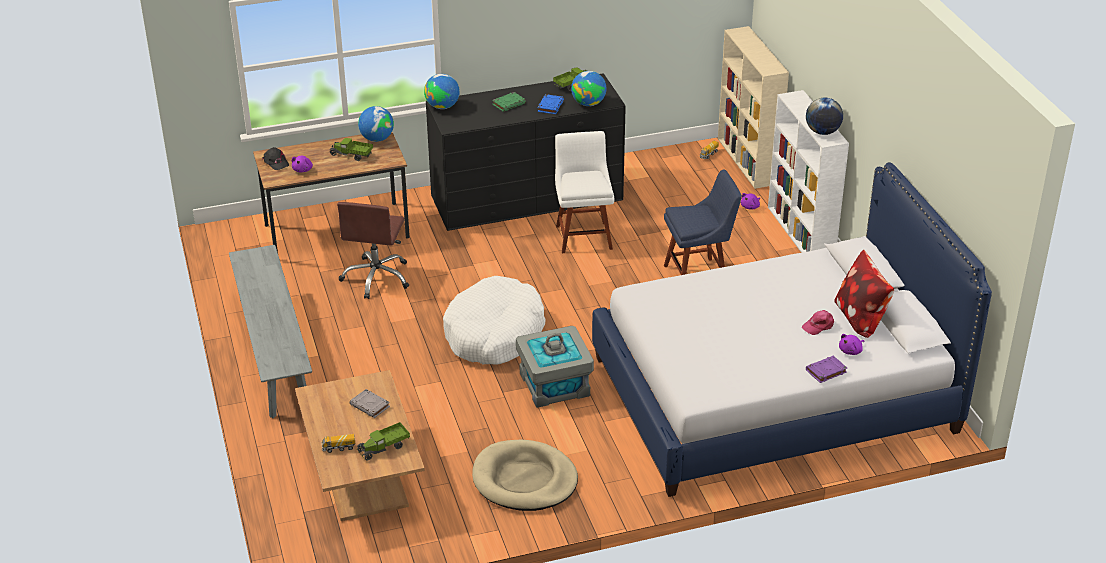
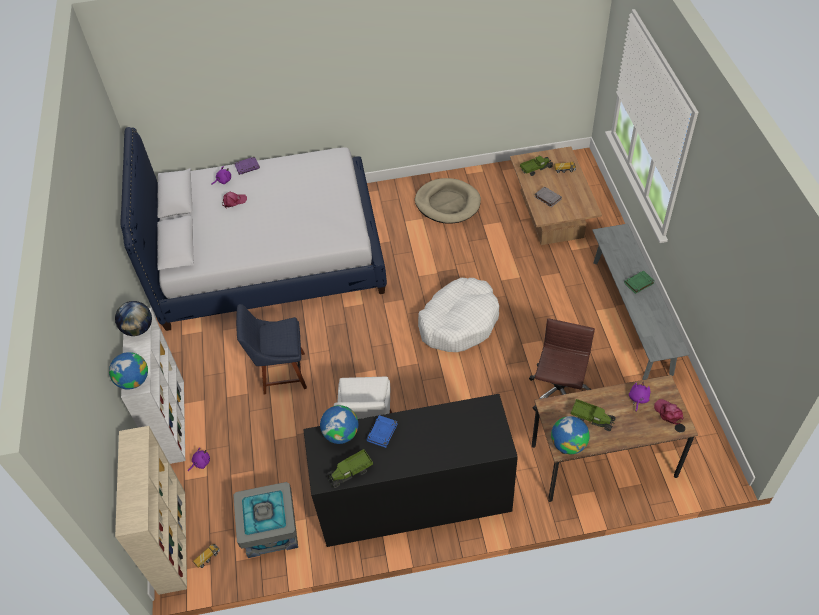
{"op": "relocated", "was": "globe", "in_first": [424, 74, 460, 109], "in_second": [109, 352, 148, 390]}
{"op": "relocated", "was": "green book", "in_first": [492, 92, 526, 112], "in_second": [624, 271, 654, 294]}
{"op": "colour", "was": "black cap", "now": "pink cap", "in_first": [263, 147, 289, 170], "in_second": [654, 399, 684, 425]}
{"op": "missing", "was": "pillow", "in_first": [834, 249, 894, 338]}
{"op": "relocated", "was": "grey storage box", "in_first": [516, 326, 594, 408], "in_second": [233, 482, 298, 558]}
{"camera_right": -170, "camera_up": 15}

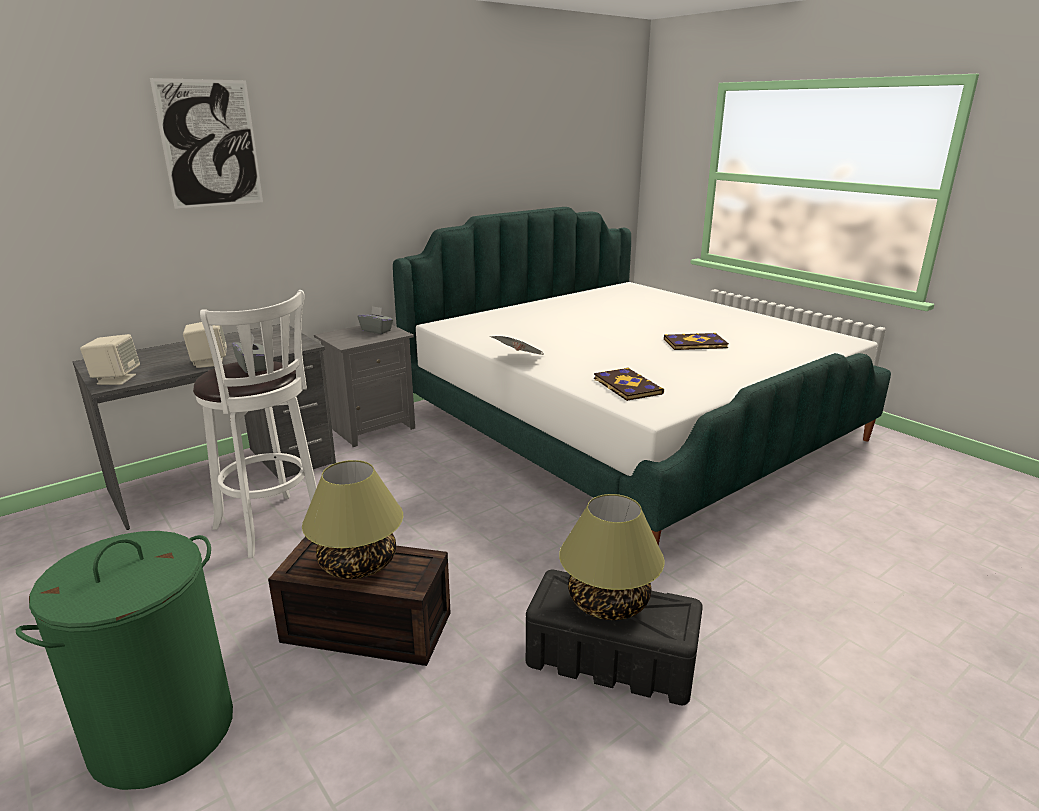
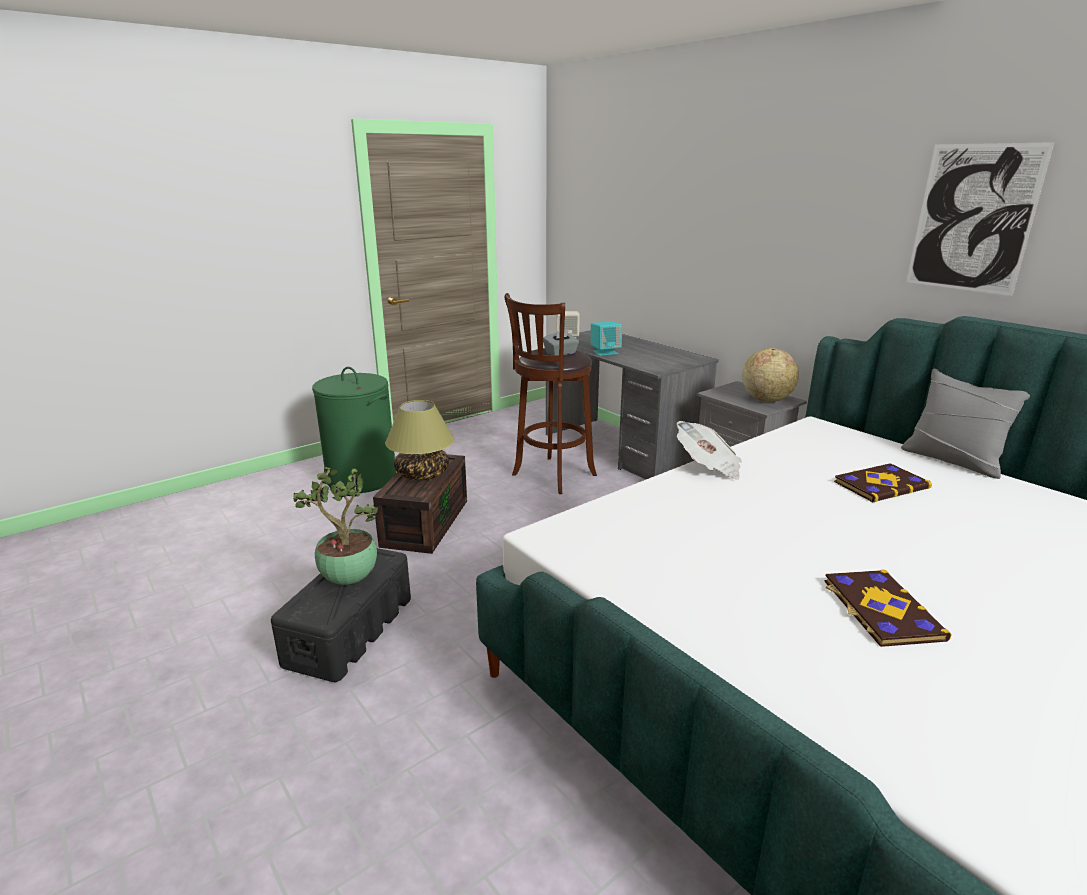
{"op": "relocated", "was": "picture", "in_first": [150, 78, 263, 209], "in_second": [906, 142, 1054, 296]}
{"op": "colour", "was": "white stool", "now": "brown stool", "in_first": [193, 290, 317, 558], "in_second": [505, 293, 597, 494]}
{"op": "exchanged", "was": "grey tissue box", "now": "globe", "in_first": [358, 306, 393, 334], "in_second": [742, 348, 799, 402]}
{"op": "colour", "was": "beige speaker", "now": "turquoise speaker", "in_first": [183, 322, 227, 368], "in_second": [591, 321, 622, 356]}
{"op": "relocated", "was": "book", "in_first": [594, 368, 664, 401], "in_second": [834, 463, 932, 502]}
{"op": "exchanged", "was": "table lamp", "now": "potted plant", "in_first": [559, 494, 664, 620], "in_second": [294, 467, 378, 585]}
{"op": "appeared", "now": "grey pillow", "in_second": [901, 369, 1030, 479]}
{"camera_right": 90, "camera_up": 0}

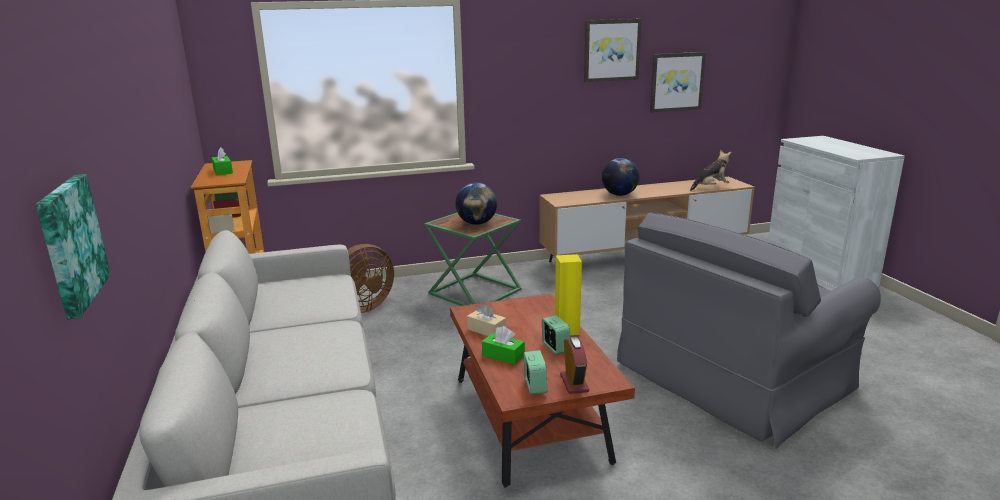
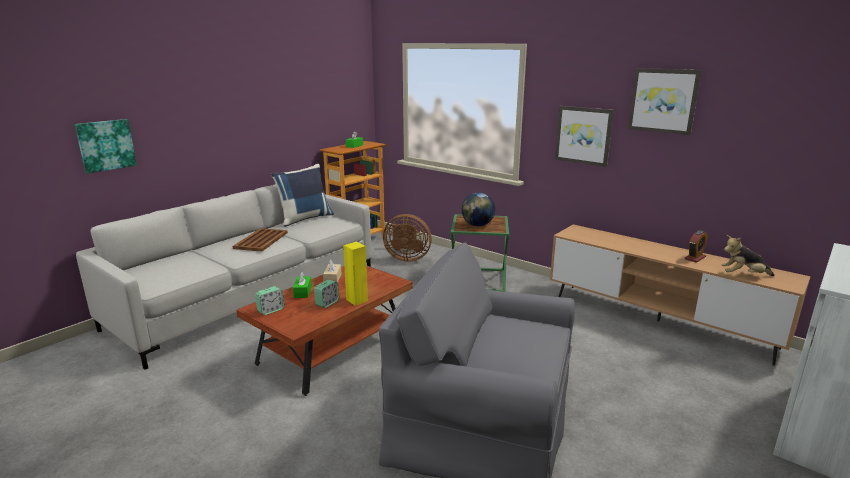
{"op": "relocated", "was": "picture", "in_first": [650, 52, 706, 113], "in_second": [555, 106, 614, 167]}
{"op": "spun", "was": "plush toy", "in_first": [690, 150, 731, 191], "in_second": [722, 235, 775, 276], "clockwise": 150}
{"op": "missing", "was": "globe", "in_first": [602, 158, 639, 196]}
{"op": "relocated", "was": "alarm clock", "in_first": [560, 337, 589, 394], "in_second": [685, 230, 708, 263]}
{"op": "appeared", "now": "blue pillow", "in_second": [271, 164, 334, 227]}
{"op": "appeared", "now": "brown tray", "in_second": [233, 228, 288, 252]}
{"camera_right": 55, "camera_up": 0}

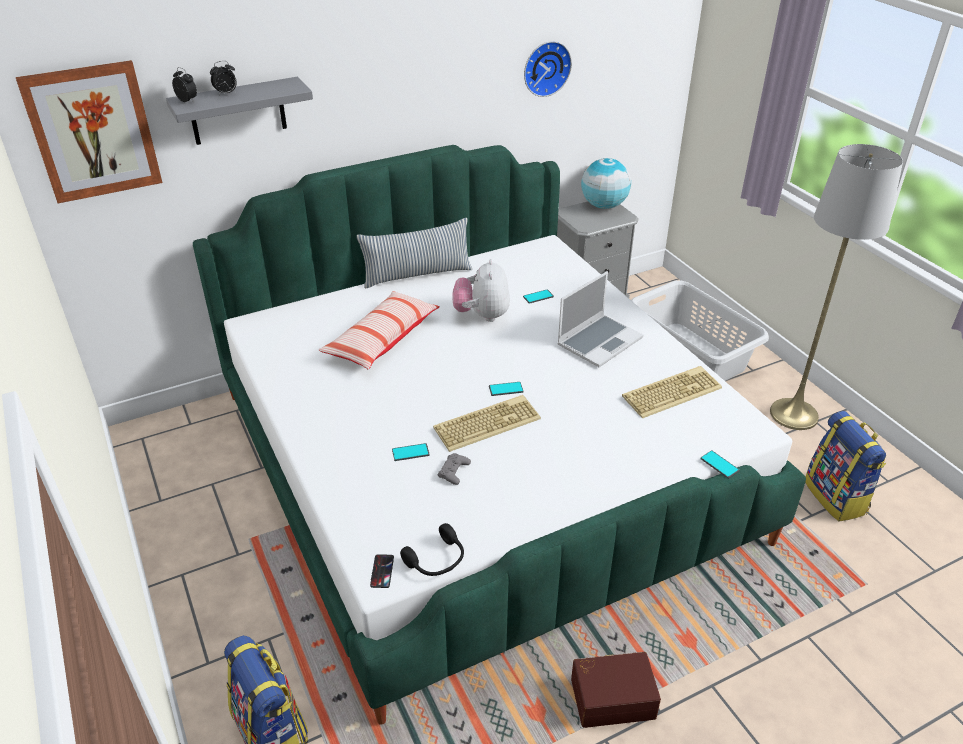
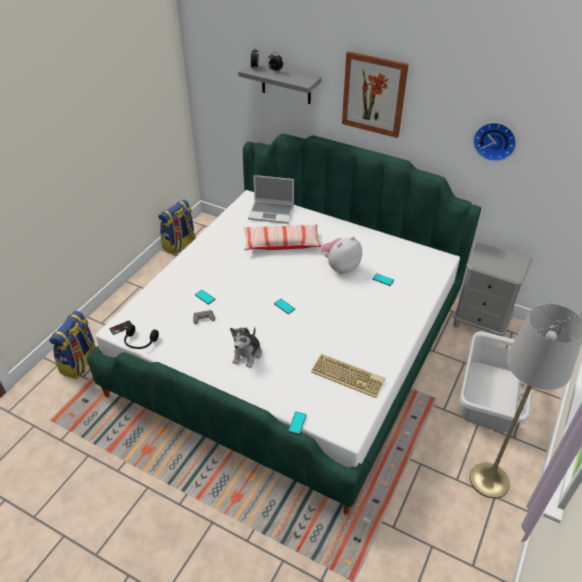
{"op": "relocated", "was": "picture", "in_first": [16, 60, 163, 203], "in_second": [342, 51, 409, 138]}
{"op": "missing", "was": "globe", "in_first": [581, 158, 631, 209]}
{"op": "missing", "was": "pillow", "in_first": [356, 218, 472, 288]}
{"op": "relocated", "was": "laptop", "in_first": [557, 271, 643, 367], "in_second": [248, 175, 294, 224]}
{"op": "missing", "was": "keyboard", "in_first": [433, 395, 541, 452]}
{"op": "relocated", "was": "backpack", "in_first": [805, 411, 886, 521], "in_second": [158, 199, 196, 255]}
{"op": "missing", "was": "brown storage box", "in_first": [571, 652, 661, 728]}
{"op": "appeared", "now": "plush toy", "in_second": [230, 327, 262, 368]}
{"camera_right": 55, "camera_up": 5}

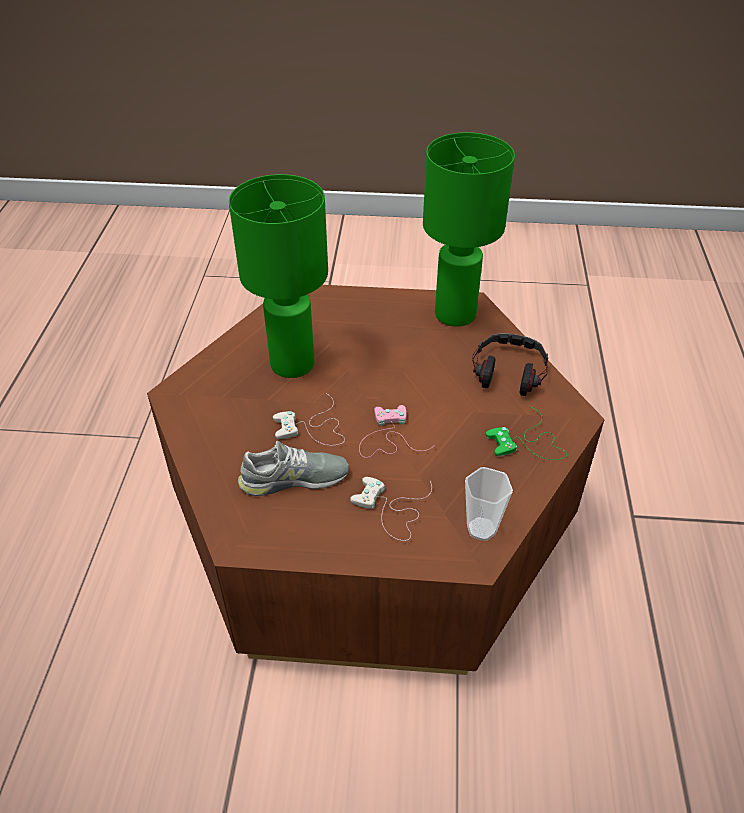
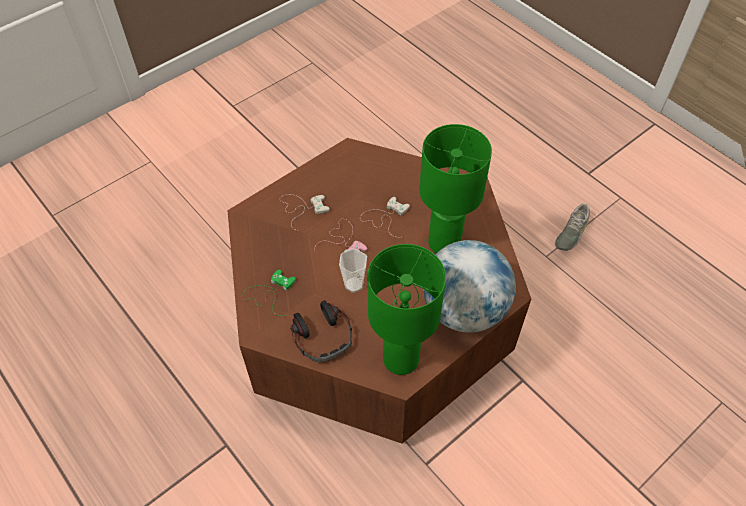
{"op": "relocated", "was": "grey shoe", "in_first": [238, 440, 349, 496], "in_second": [555, 204, 590, 251]}
{"op": "relocated", "was": "cup", "in_first": [465, 467, 513, 541], "in_second": [339, 248, 367, 293]}
{"op": "appeared", "now": "globe", "in_second": [423, 240, 516, 333]}
{"camera_right": 135, "camera_up": 10}

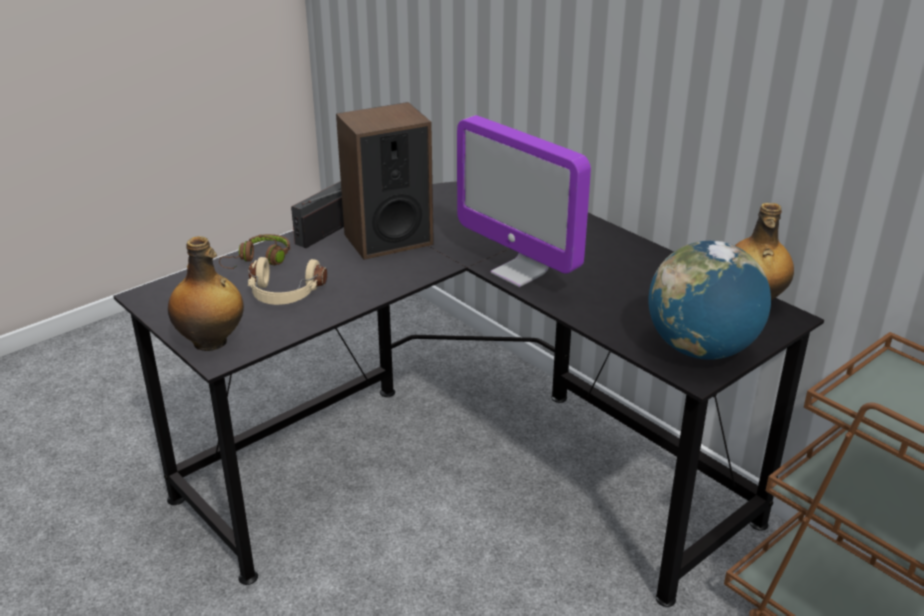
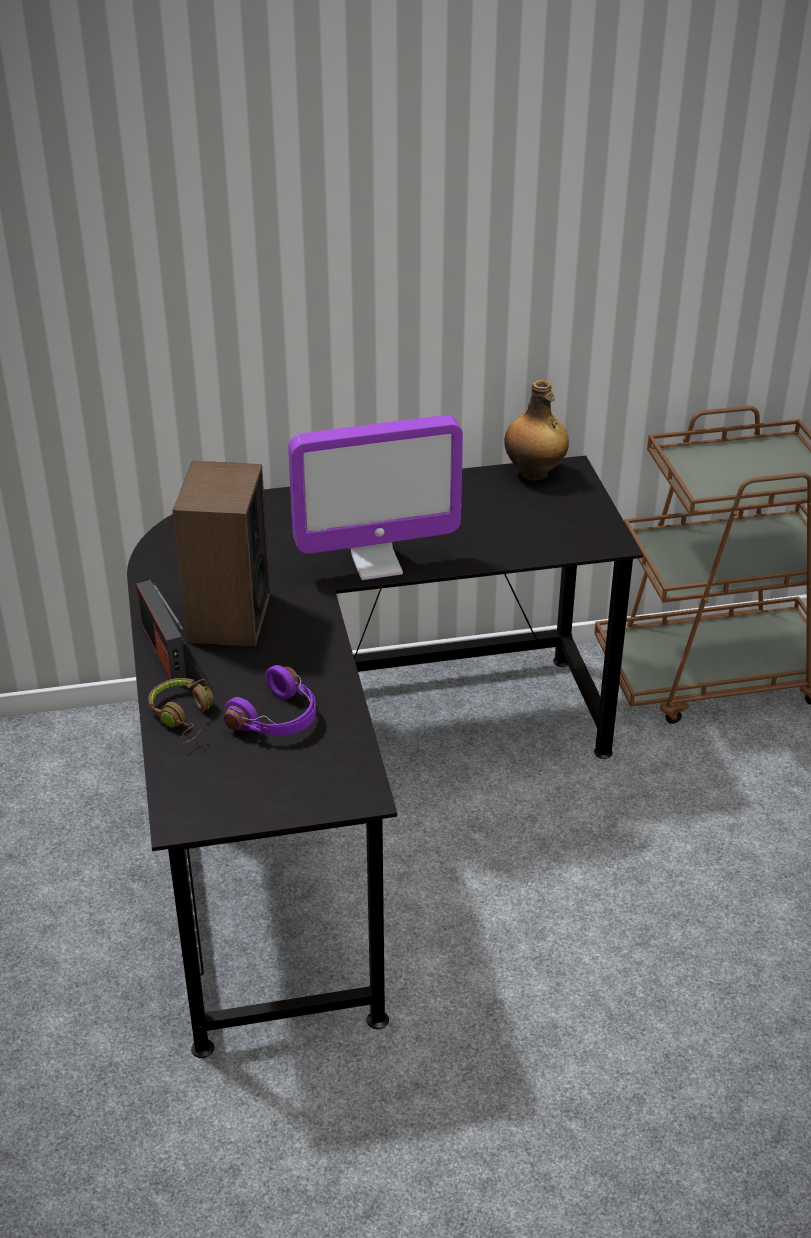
{"op": "missing", "was": "bottle", "in_first": [168, 236, 244, 351]}
{"op": "missing", "was": "globe", "in_first": [648, 241, 771, 360]}
{"op": "colour", "was": "beige headphones", "now": "purple headphones", "in_first": [248, 257, 327, 305], "in_second": [224, 665, 316, 736]}
{"camera_right": -60, "camera_up": 5}

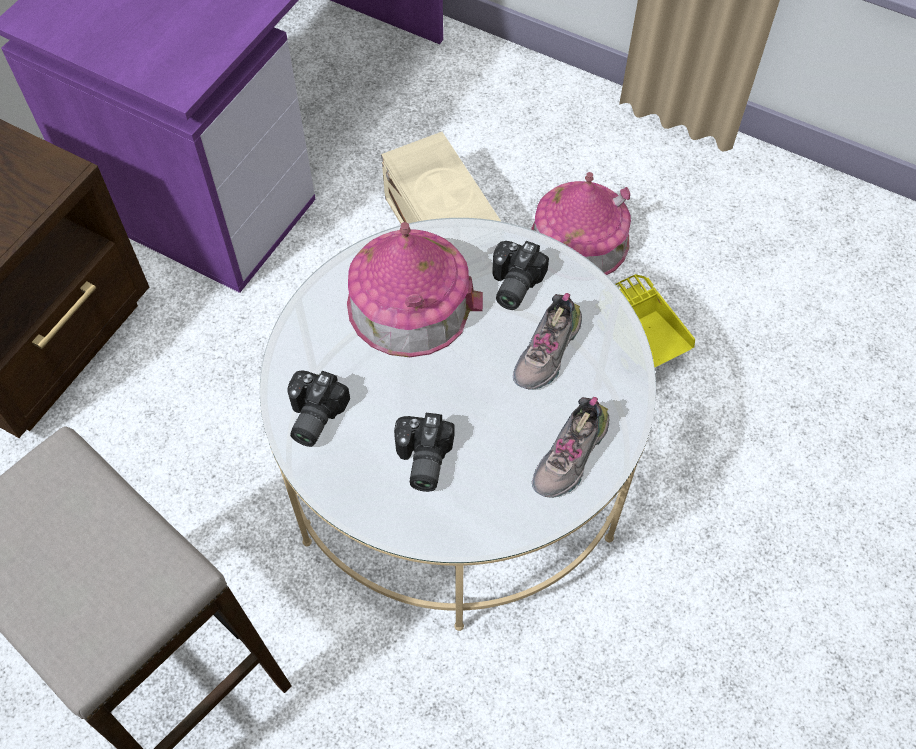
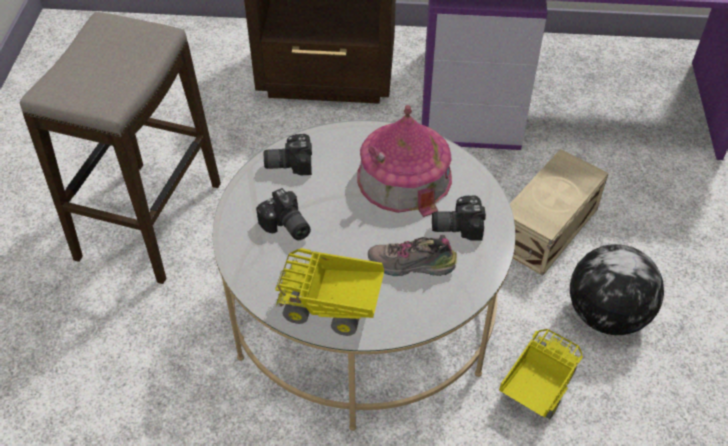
{"op": "exchanged", "was": "toy house", "now": "globe", "in_first": [531, 172, 631, 275], "in_second": [570, 244, 664, 335]}
{"op": "exchanged", "was": "shoe", "now": "toy truck", "in_first": [532, 397, 609, 498], "in_second": [275, 248, 384, 336]}
{"op": "spun", "was": "photo camera", "in_first": [394, 413, 455, 492], "in_second": [256, 188, 311, 240], "clockwise": -105}
{"camera_right": 65, "camera_up": -10}

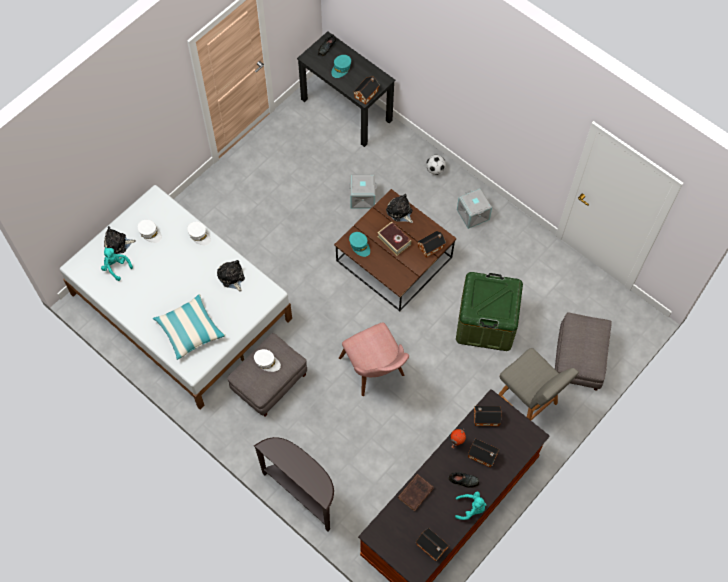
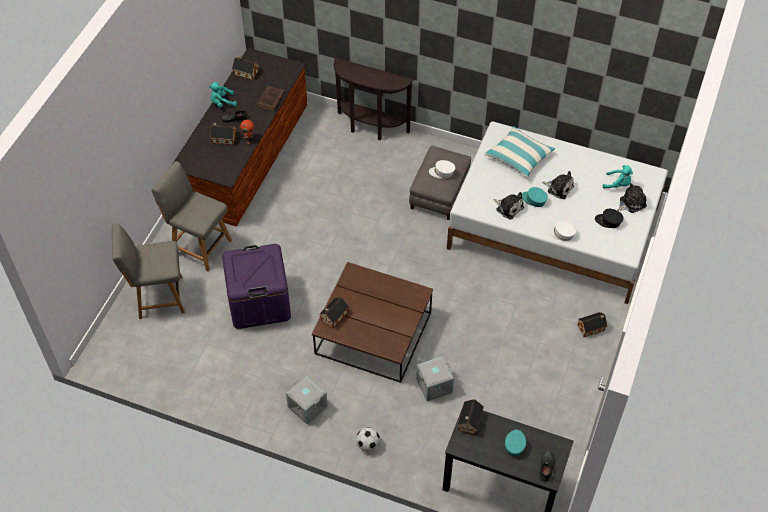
{"op": "relocated", "was": "plush toy", "in_first": [386, 194, 413, 223], "in_second": [542, 171, 574, 199]}
{"op": "colour", "was": "white cap", "now": "black cap", "in_first": [137, 220, 162, 243], "in_second": [595, 209, 624, 228]}
{"op": "missing", "was": "book", "in_first": [378, 222, 412, 256]}
{"op": "relocated", "was": "turquoise cap", "in_first": [349, 232, 370, 257], "in_second": [522, 187, 548, 207]}
{"op": "colour", "was": "green storage box", "now": "purple storage box", "in_first": [456, 272, 523, 351], "in_second": [222, 244, 291, 329]}
{"op": "exchanged", "was": "grey ottoman", "now": "grey chair", "in_first": [555, 312, 612, 391], "in_second": [112, 223, 185, 319]}
{"op": "missing", "was": "pink chair", "in_first": [339, 322, 409, 396]}
{"op": "relocated", "was": "toy house", "in_first": [474, 406, 502, 426], "in_second": [577, 312, 608, 337]}
{"camera_right": 160, "camera_up": -10}

